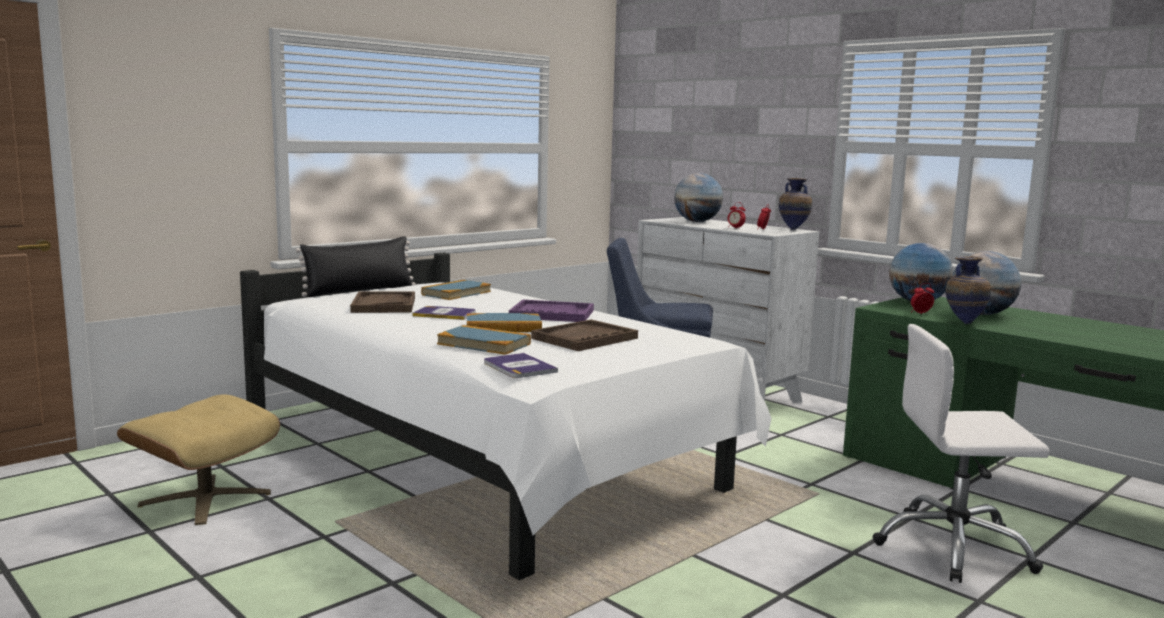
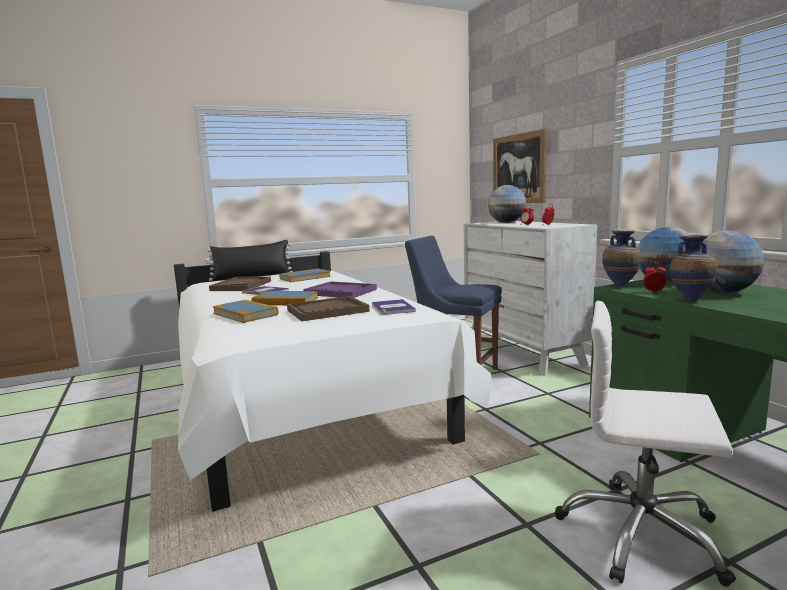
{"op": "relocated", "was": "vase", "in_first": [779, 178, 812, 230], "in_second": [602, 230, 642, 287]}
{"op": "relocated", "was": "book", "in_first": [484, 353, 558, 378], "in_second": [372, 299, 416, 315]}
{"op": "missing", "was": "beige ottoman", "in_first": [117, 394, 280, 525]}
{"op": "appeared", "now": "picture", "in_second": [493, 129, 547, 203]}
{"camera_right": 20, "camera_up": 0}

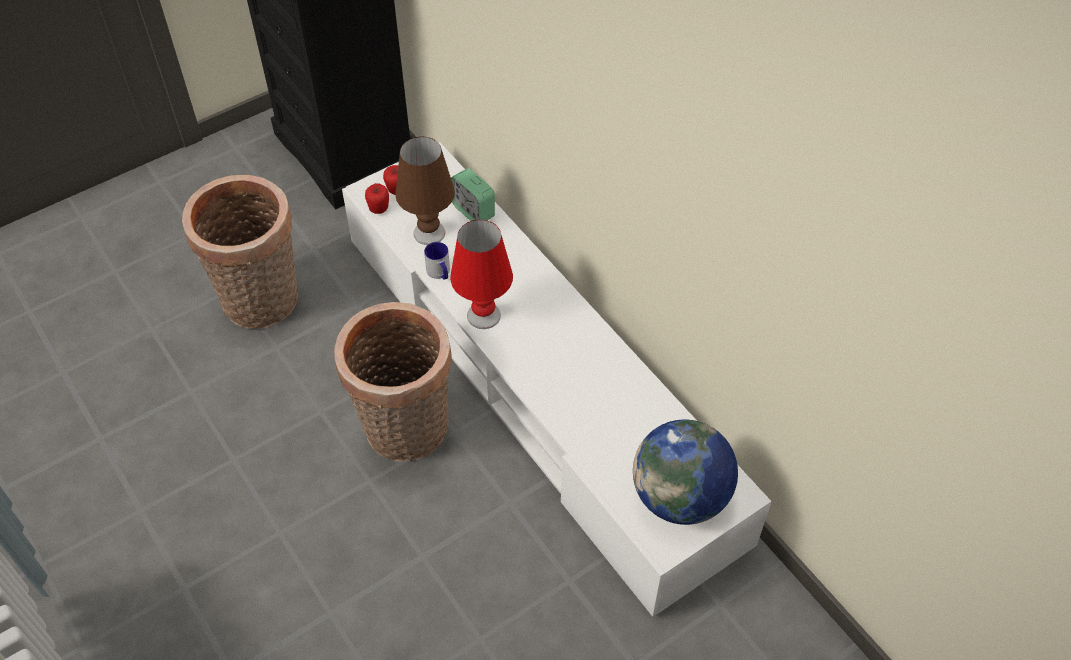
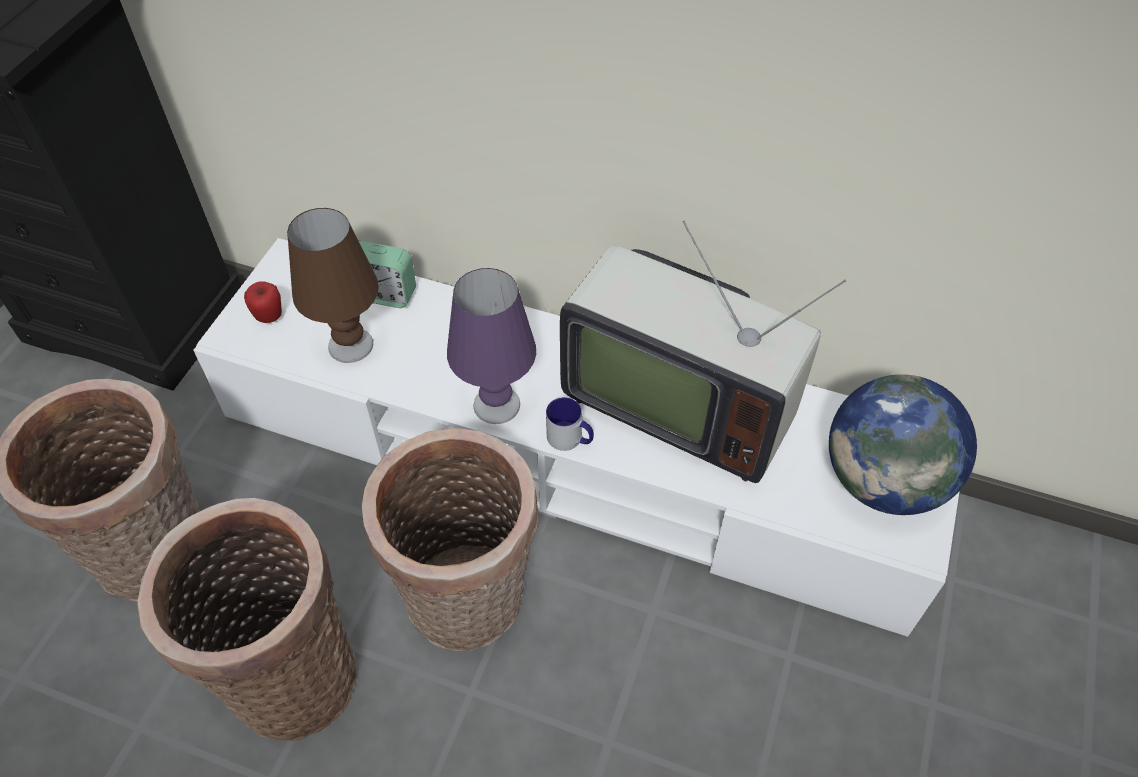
{"op": "missing", "was": "apple", "in_first": [365, 183, 389, 214]}
{"op": "colour", "was": "red table lamp", "now": "purple table lamp", "in_first": [450, 220, 513, 329], "in_second": [447, 268, 536, 424]}
{"op": "relocated", "was": "mug", "in_first": [424, 242, 450, 280], "in_second": [546, 397, 594, 451]}
{"op": "appeared", "now": "television", "in_second": [560, 221, 847, 483]}
{"op": "appeared", "now": "basket", "in_second": [137, 498, 356, 741]}
{"camera_right": -35, "camera_up": 0}

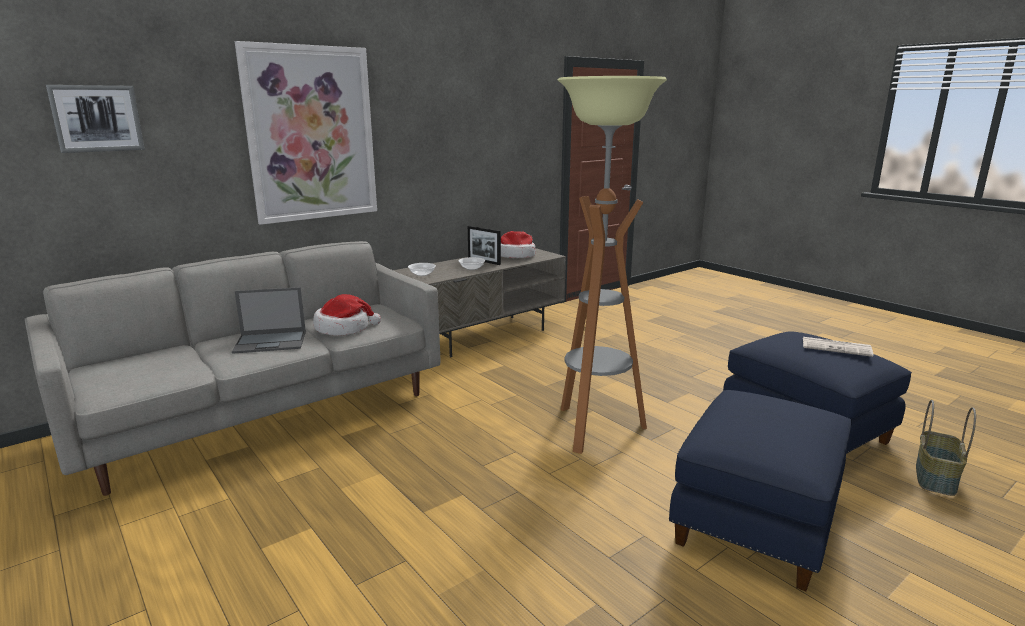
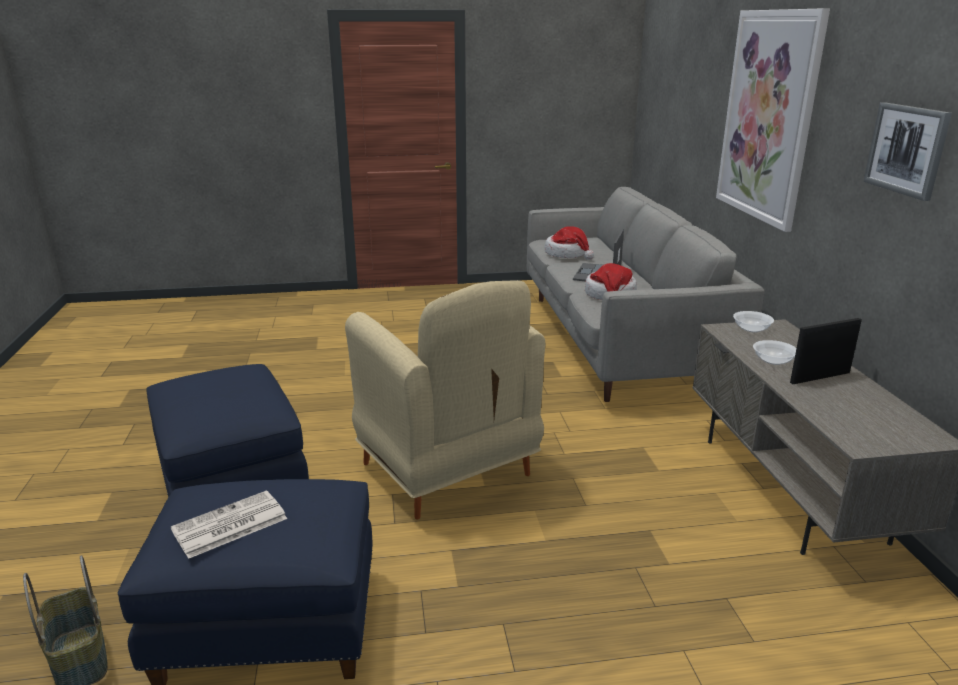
{"op": "exchanged", "was": "floor lamp", "now": "beige armchair", "in_first": [558, 76, 667, 454], "in_second": [345, 280, 546, 520]}
{"op": "relocated", "was": "picture", "in_first": [46, 85, 145, 153], "in_second": [863, 102, 952, 201]}
{"op": "relocated", "was": "hat", "in_first": [501, 231, 535, 258], "in_second": [544, 226, 594, 260]}
{"camera_right": 120, "camera_up": 5}

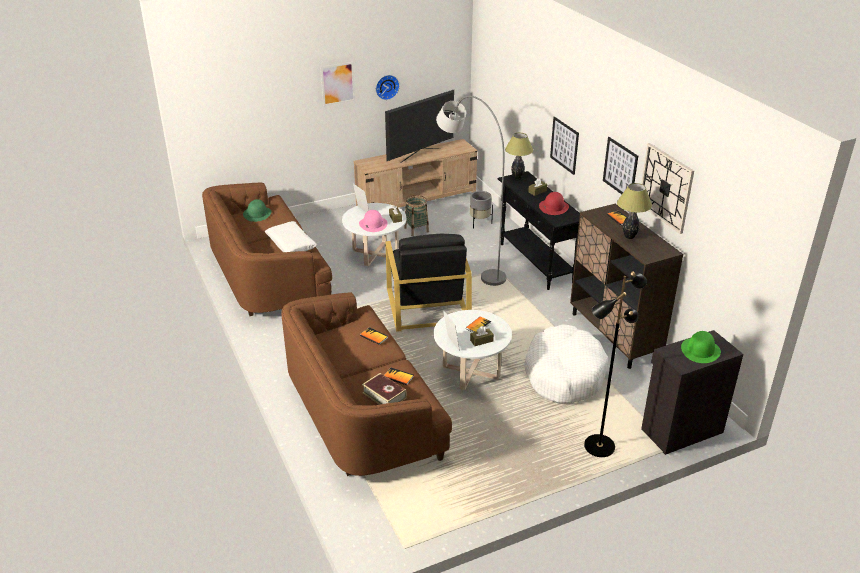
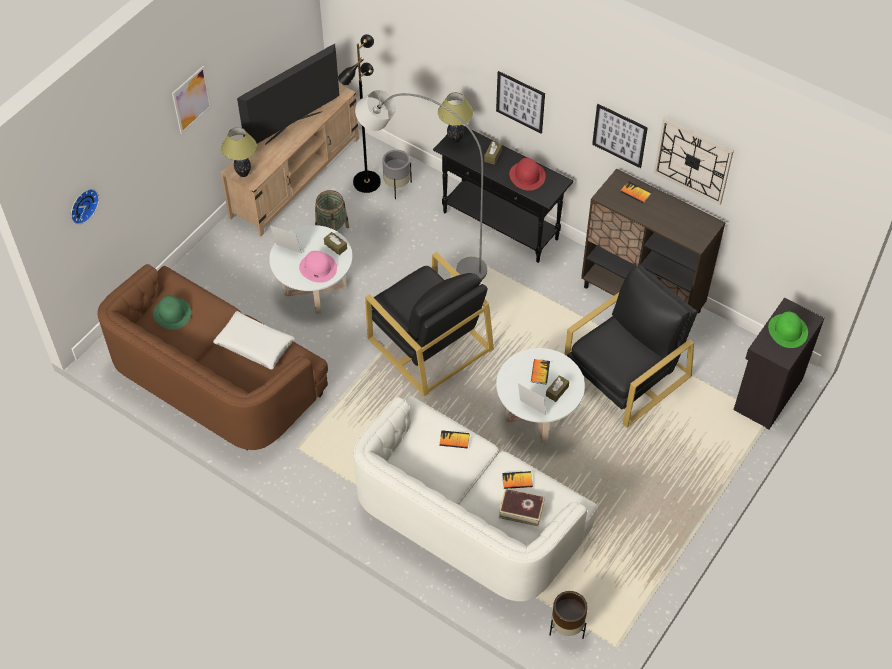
{"op": "relocated", "was": "wall clock", "in_first": [376, 75, 400, 100], "in_second": [71, 189, 99, 224]}
{"op": "spun", "was": "television", "in_first": [385, 90, 454, 163], "in_second": [237, 44, 339, 145], "clockwise": -150}
{"op": "relocated", "was": "table lamp", "in_first": [617, 183, 652, 239], "in_second": [221, 127, 257, 177]}
{"op": "relocated", "was": "black floor lamp", "in_first": [584, 271, 647, 457], "in_second": [338, 34, 381, 193]}
{"op": "colour", "was": "brown sofa", "now": "white sofa", "in_first": [281, 292, 452, 476], "in_second": [354, 396, 598, 602]}
{"op": "exchanged", "was": "white dog bed", "now": "black armchair", "in_first": [524, 324, 608, 404], "in_second": [564, 265, 698, 428]}
{"op": "appeared", "now": "brown planter", "in_second": [550, 591, 588, 639]}
{"camera_right": -30, "camera_up": 20}

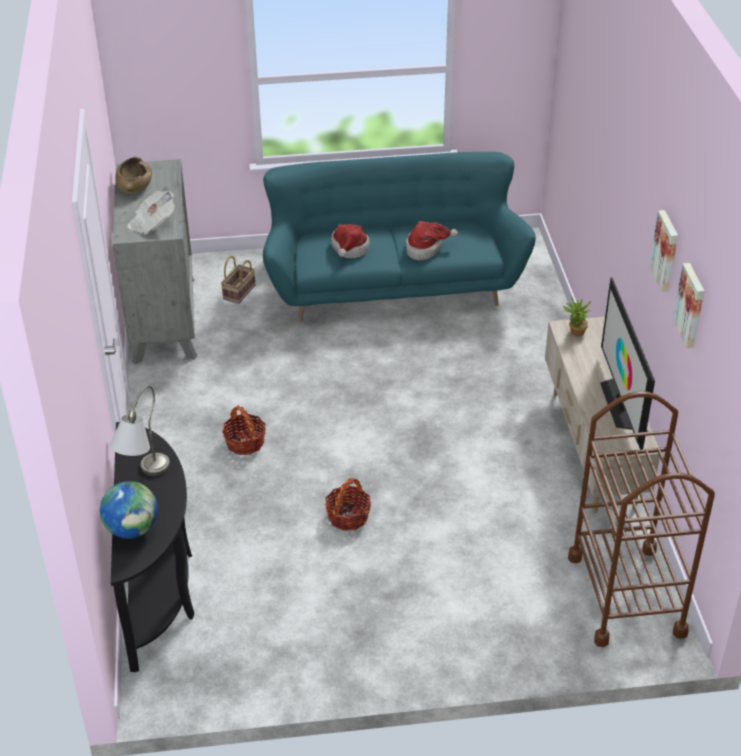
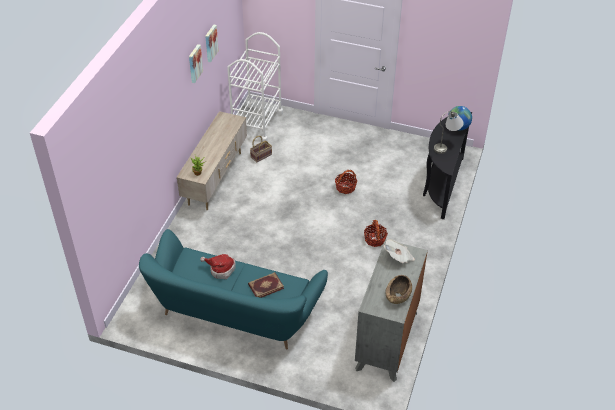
{"op": "exchanged", "was": "hat", "now": "book", "in_first": [331, 224, 370, 258], "in_second": [248, 272, 284, 298]}
{"op": "relocated", "was": "basket", "in_first": [221, 256, 255, 304], "in_second": [250, 136, 272, 163]}
{"op": "missing", "was": "television", "in_first": [600, 277, 655, 450]}
{"op": "colour", "was": "brown cart", "now": "white cart", "in_first": [568, 391, 715, 647], "in_second": [227, 32, 283, 142]}
{"camera_right": -155, "camera_up": 5}

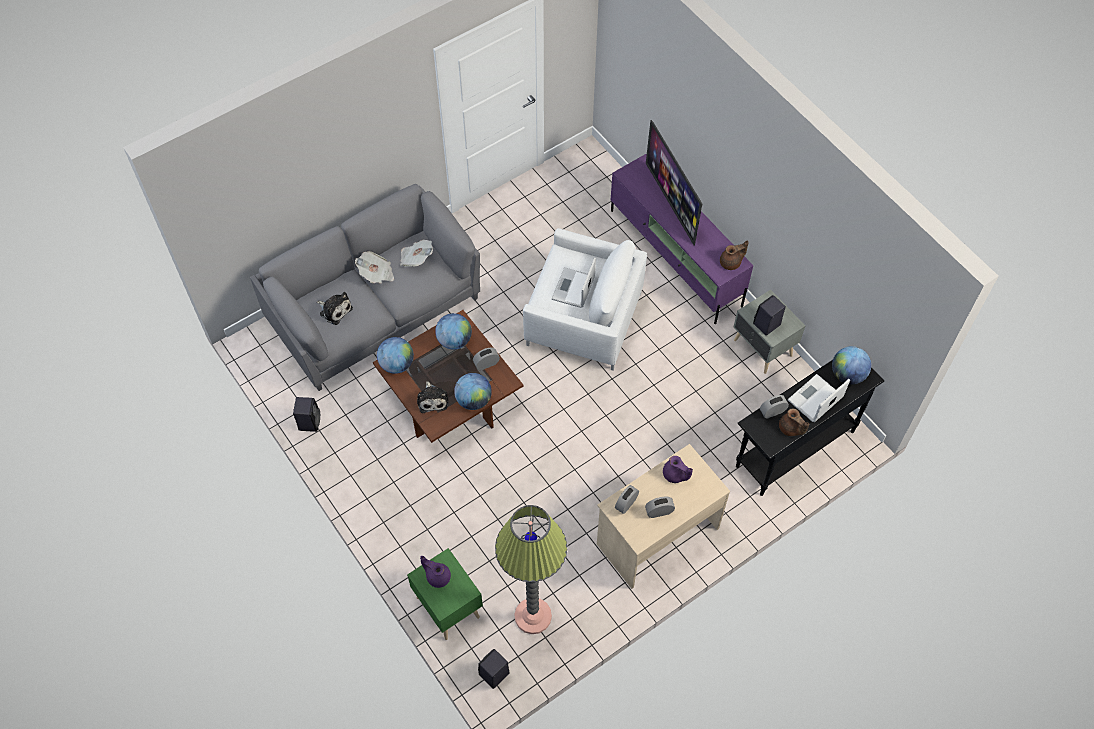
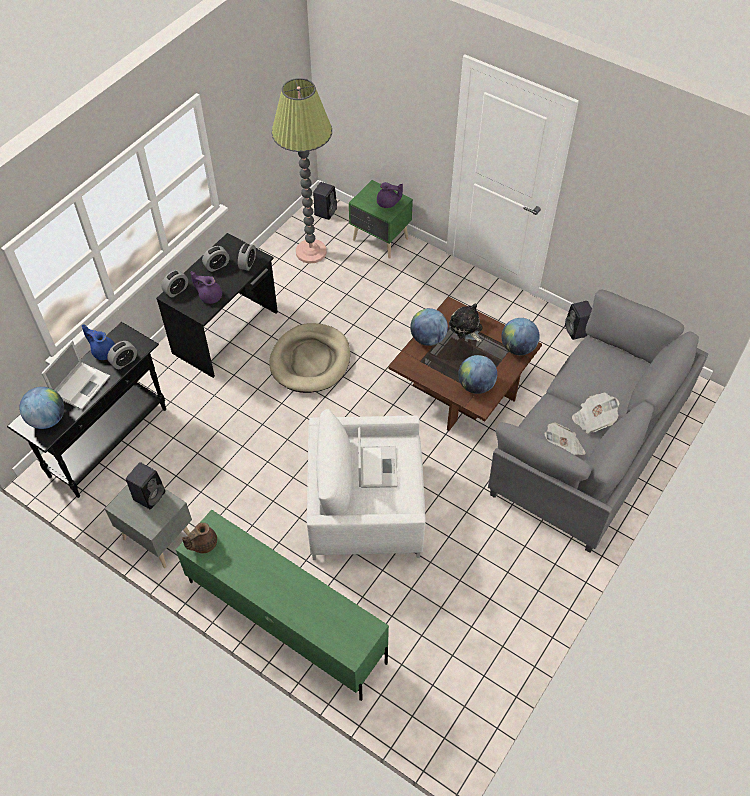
{"op": "missing", "was": "television", "in_first": [646, 120, 702, 246]}
{"op": "colour", "was": "purple tv stand", "now": "green tv stand", "in_first": [611, 154, 753, 324], "in_second": [176, 509, 389, 701]}
{"op": "missing", "was": "plush toy", "in_first": [317, 292, 353, 325]}
{"op": "relocated", "was": "alarm clock", "in_first": [473, 348, 500, 370], "in_second": [161, 270, 188, 297]}
{"op": "colour", "was": "brown teapot", "now": "blue teapot", "in_first": [779, 409, 809, 436], "in_second": [82, 324, 115, 360]}
{"op": "colour", "was": "beige desk", "now": "black desk", "in_first": [597, 444, 730, 589], "in_second": [156, 233, 278, 378]}
{"op": "appeared", "now": "beige dog bed", "in_second": [270, 323, 350, 393]}
{"camera_right": 160, "camera_up": -5}

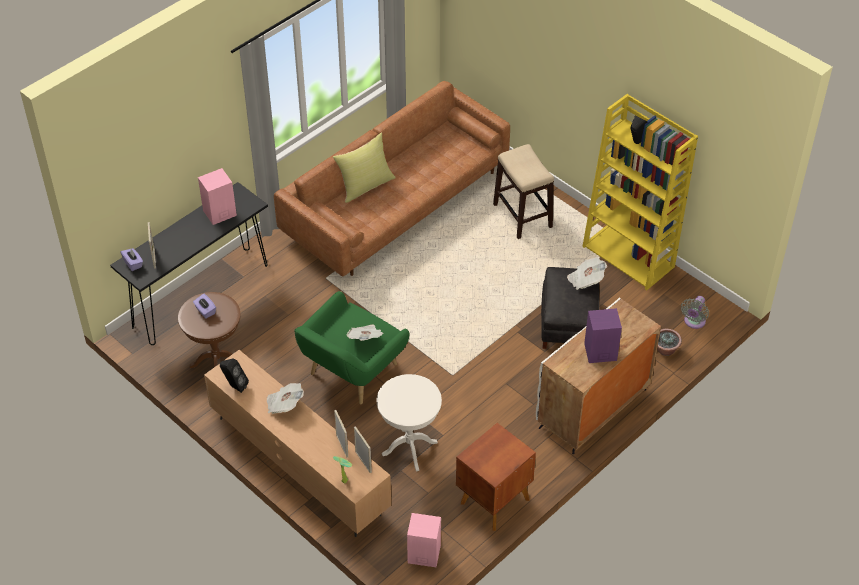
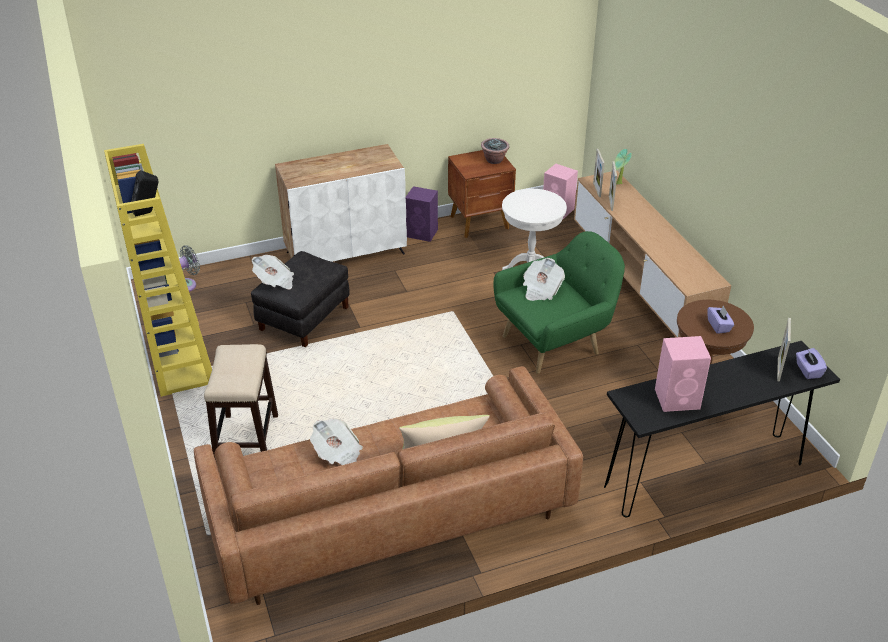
{"op": "relocated", "was": "purple speaker", "in_first": [584, 308, 622, 363], "in_second": [406, 186, 438, 242]}
{"op": "relocated", "was": "potted plant", "in_first": [657, 329, 682, 356], "in_second": [481, 138, 509, 164]}
{"op": "missing", "was": "black speaker", "in_first": [220, 358, 249, 393]}
{"op": "relocated", "was": "newspaper", "in_first": [267, 383, 304, 414], "in_second": [310, 419, 363, 465]}
{"camera_right": -155, "camera_up": -10}

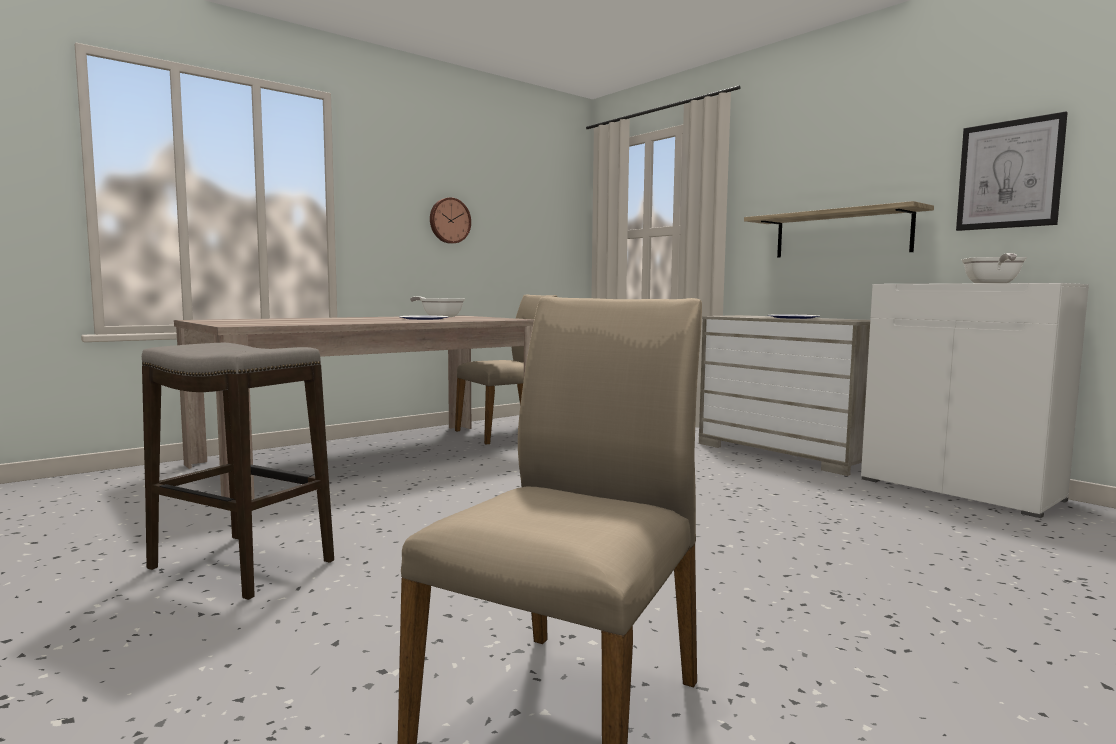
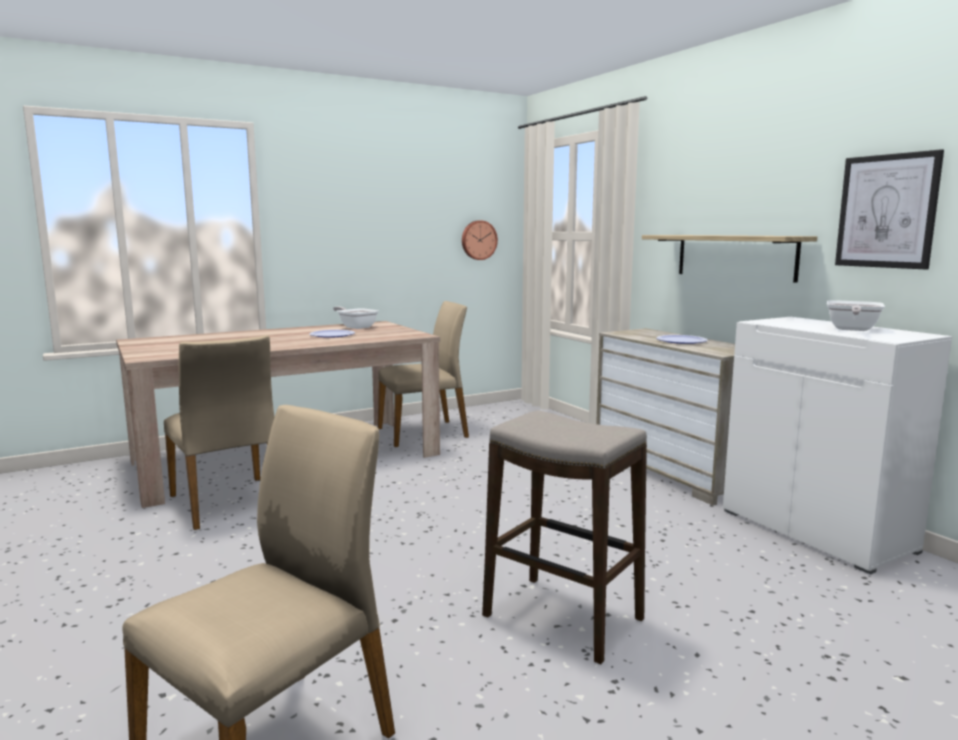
{"op": "relocated", "was": "wall clock", "in_first": [430, 197, 471, 244], "in_second": [462, 220, 498, 260]}
{"op": "relocated", "was": "stool", "in_first": [142, 343, 334, 600], "in_second": [482, 411, 647, 664]}
{"op": "appeared", "now": "beige chair", "in_second": [164, 335, 274, 530]}
{"camera_right": 10, "camera_up": 5}

